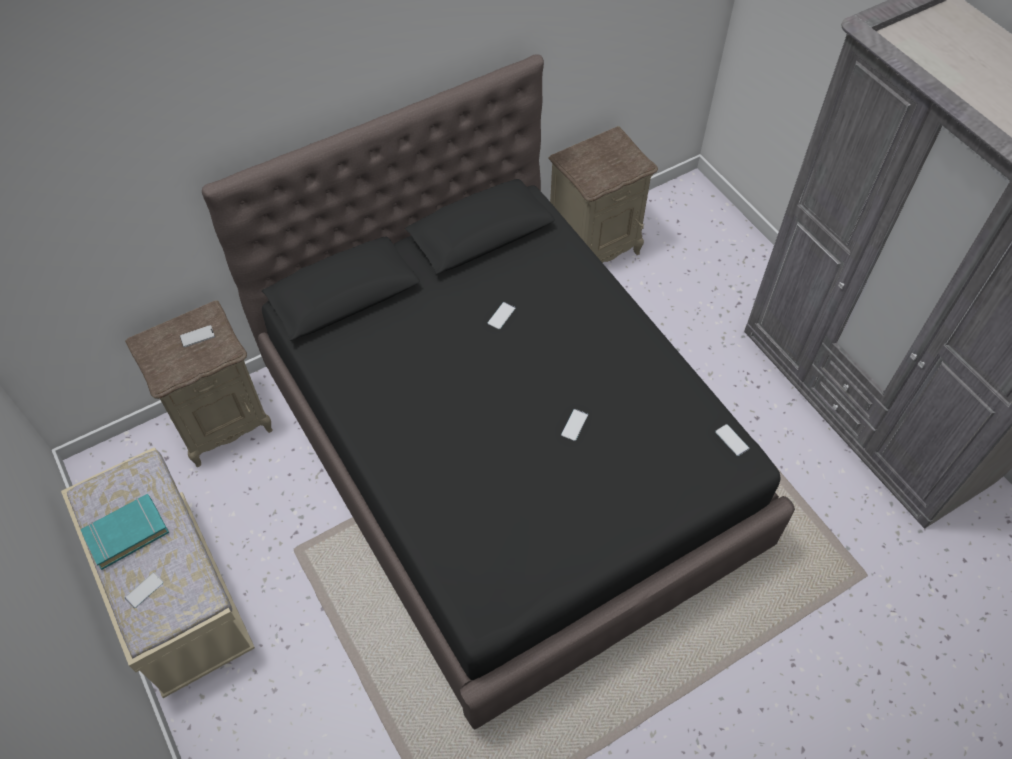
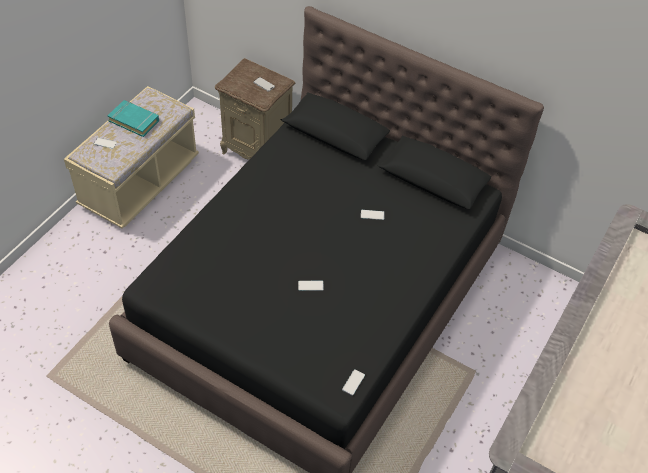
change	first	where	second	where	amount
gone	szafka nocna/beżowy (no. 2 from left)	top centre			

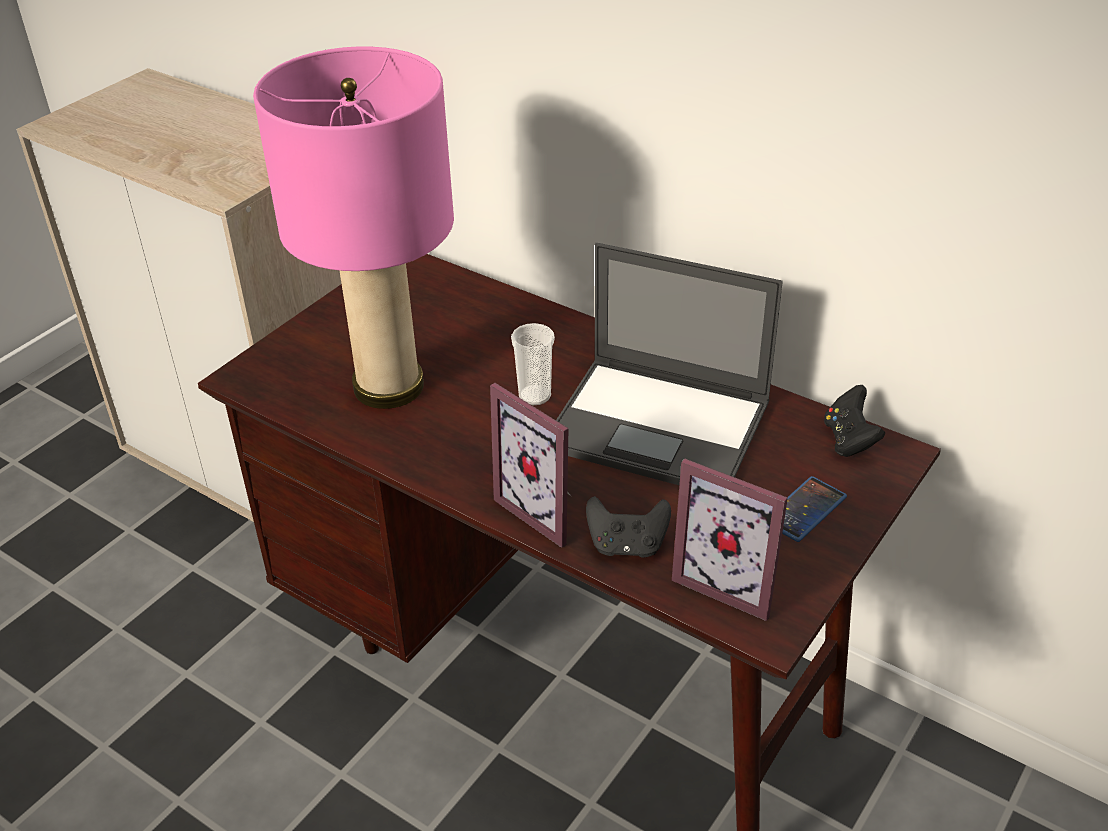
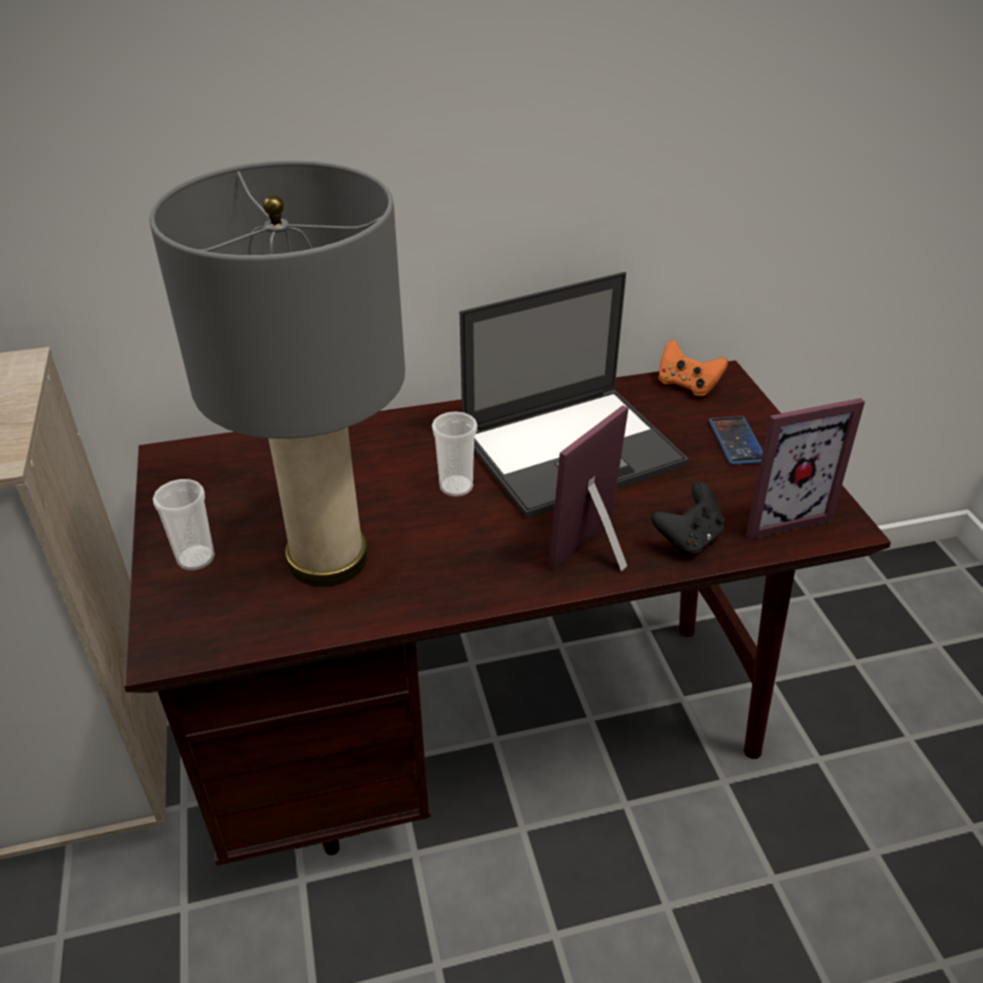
change	first	where	second	where	amount
repainted	lampa stołowa/różowy	top left	lampa stołowa/szary	middle left	
rotated	ramka na zdjęcie (no. 1 from left)	centre		centre	135 degrees clockwise
repainted	pad do gier/czarny (no. 2 from left)	middle right	pad do gier/pomarańczowy	middle right	
new			filiżanka (no. 1 from left)	middle left	

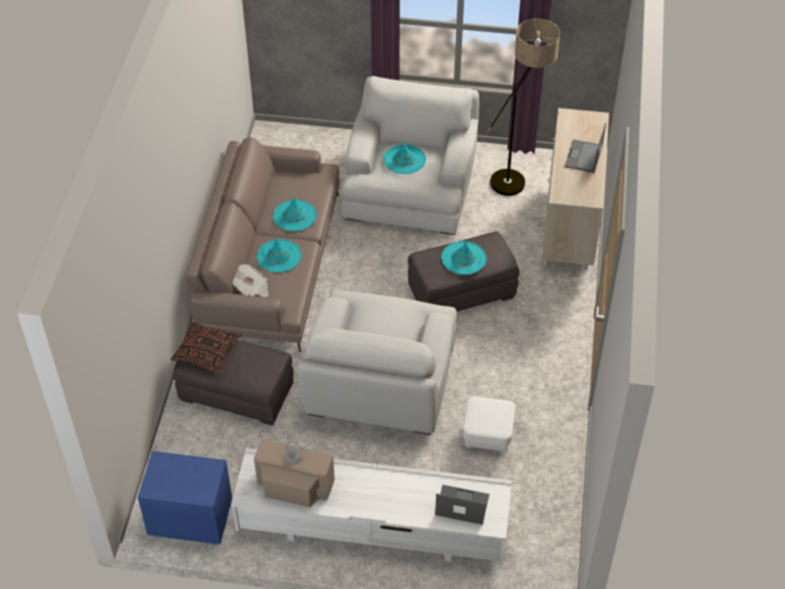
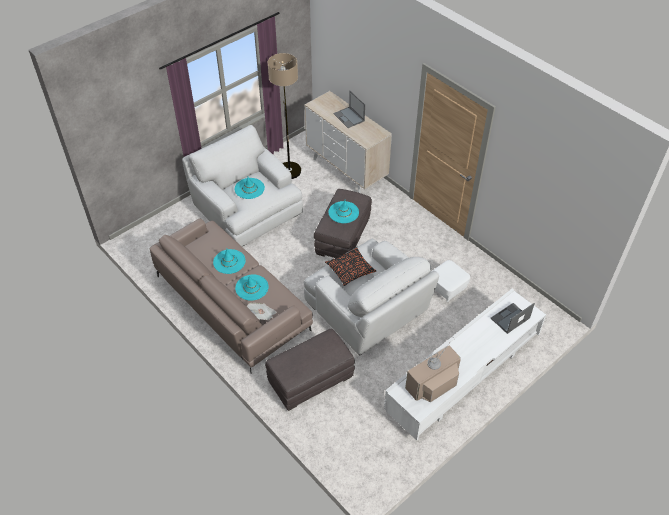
change	first	where	second	where	amount
gone	szafka nocna/niebieski	bottom left			
shifted	poduszka/czarny	middle left		centre	

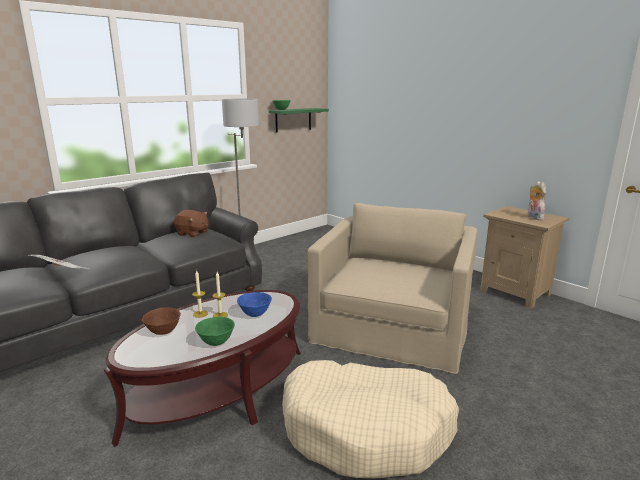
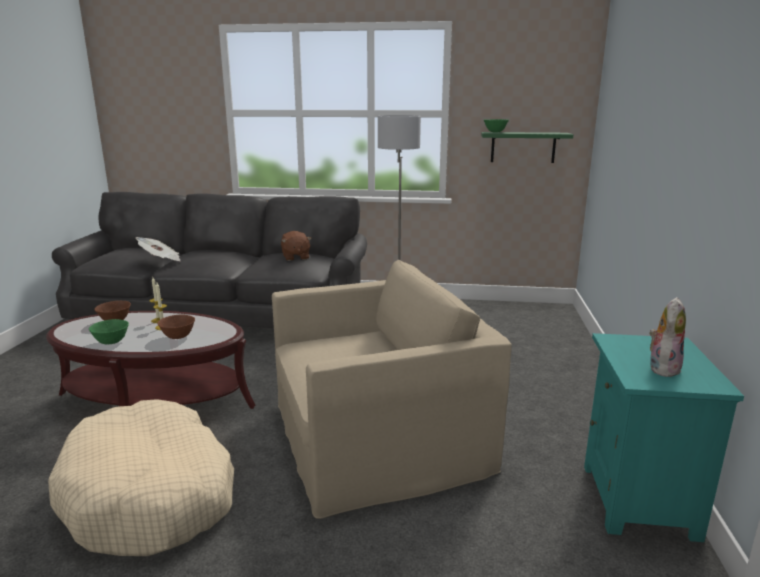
change	first	where	second	where	amount
repainted	miska/niebieski	centre	miska/brązowy (no. 2 from left)	middle left	
repainted	szafka nocna/beżowy	middle right	szafka nocna/turkusowy	bottom right	

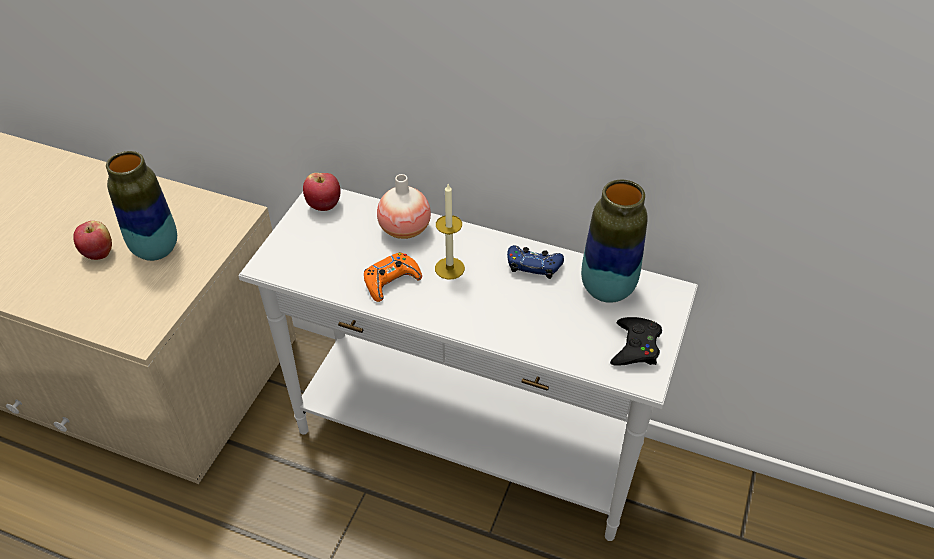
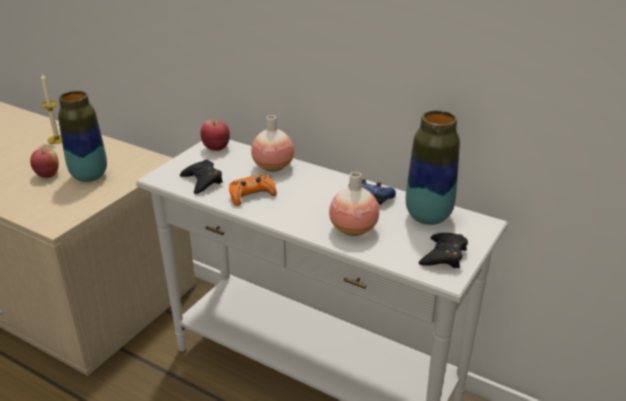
change	first	where	second	where	amount
shifted	świeca	centre		top left	
new			pad do gier/czarny (no. 1 from left)	middle left	
new			wazon (no. 3 from left)	centre	

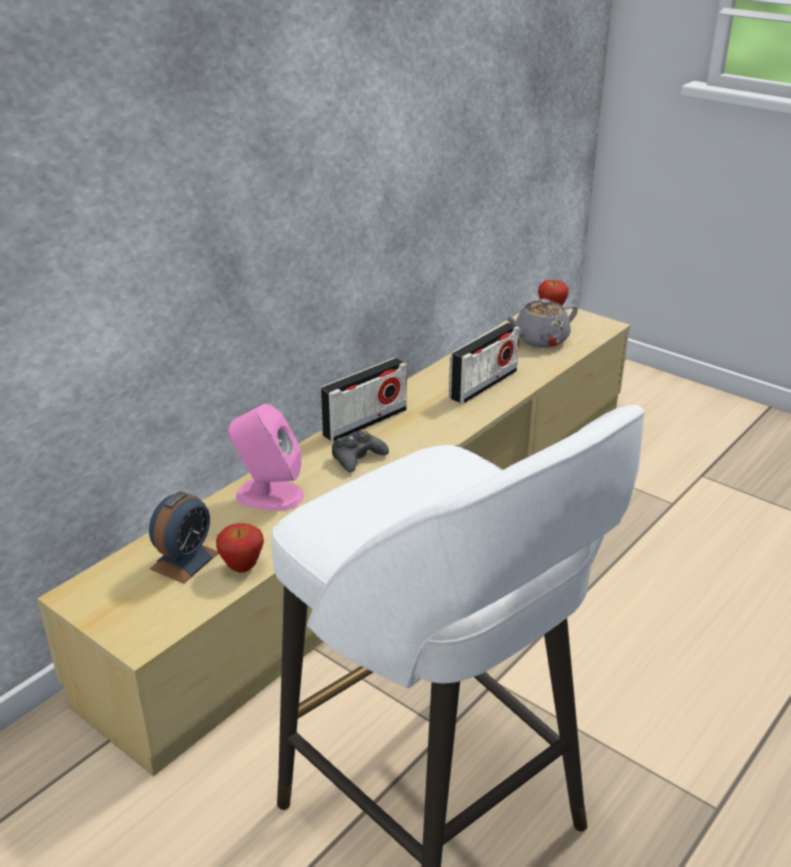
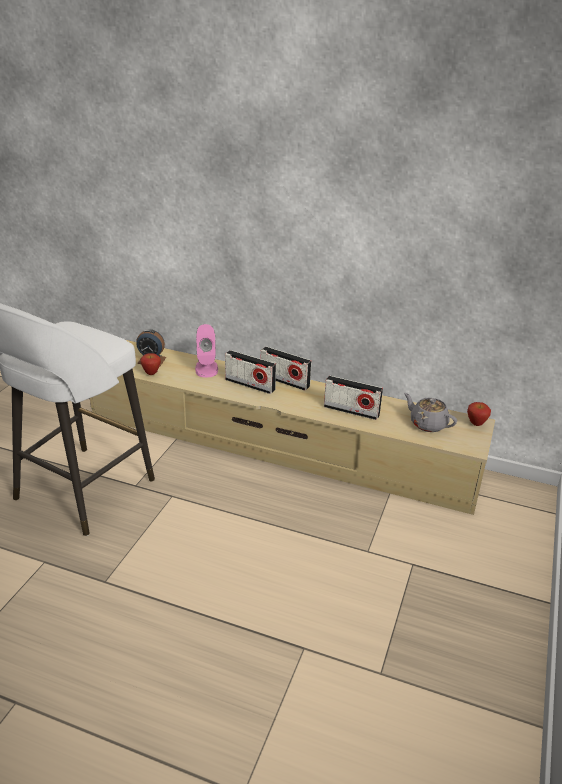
change	first	where	second	where	amount
swapped	pad do gier/czarny	centre	radio (no. 1 from left)	centre	

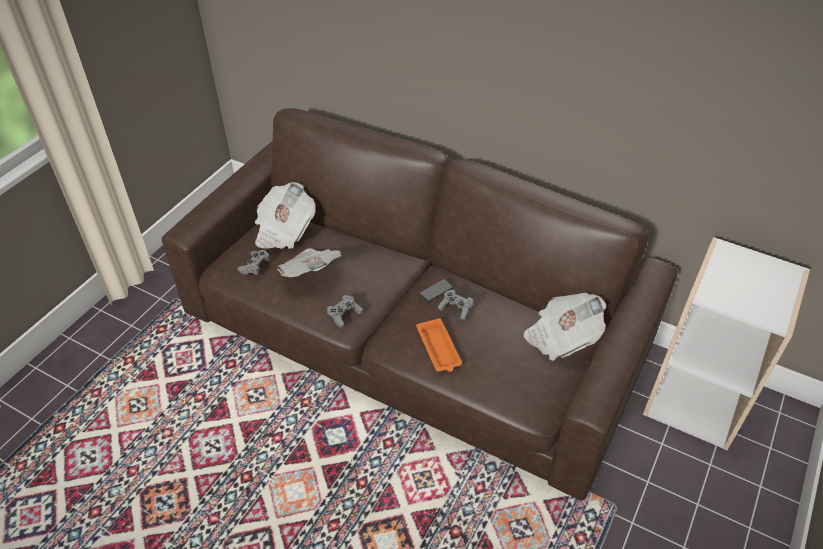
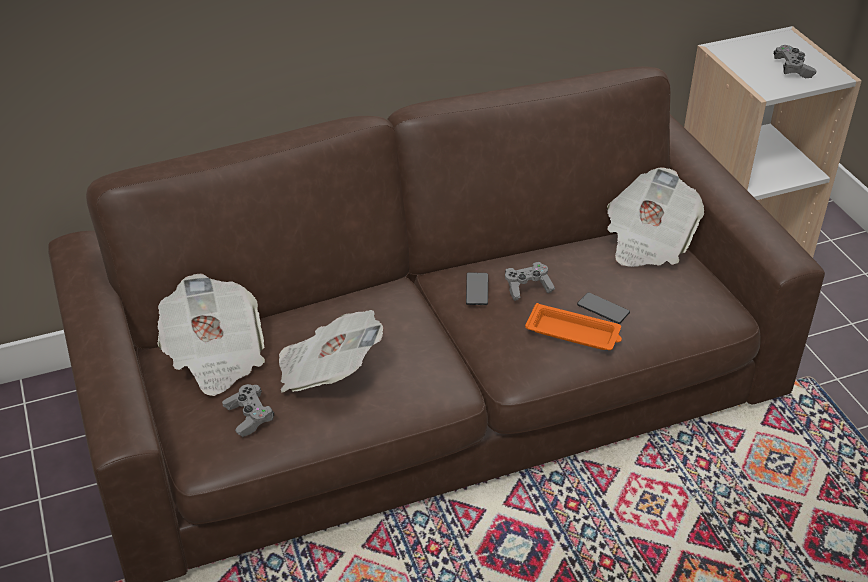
change	first	where	second	where	amount
shifted	pad do gier/szary (no. 2 from left in the first image)	centre	pad do gier/szary (no. 3 from left)	top right	
new			telefon (no. 2 from left)	middle right	

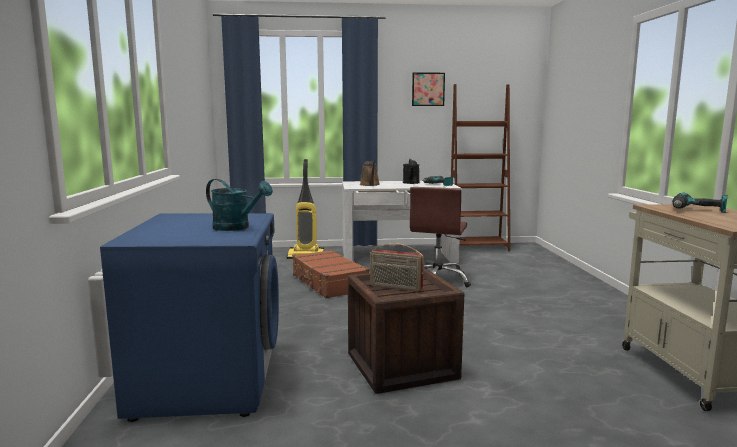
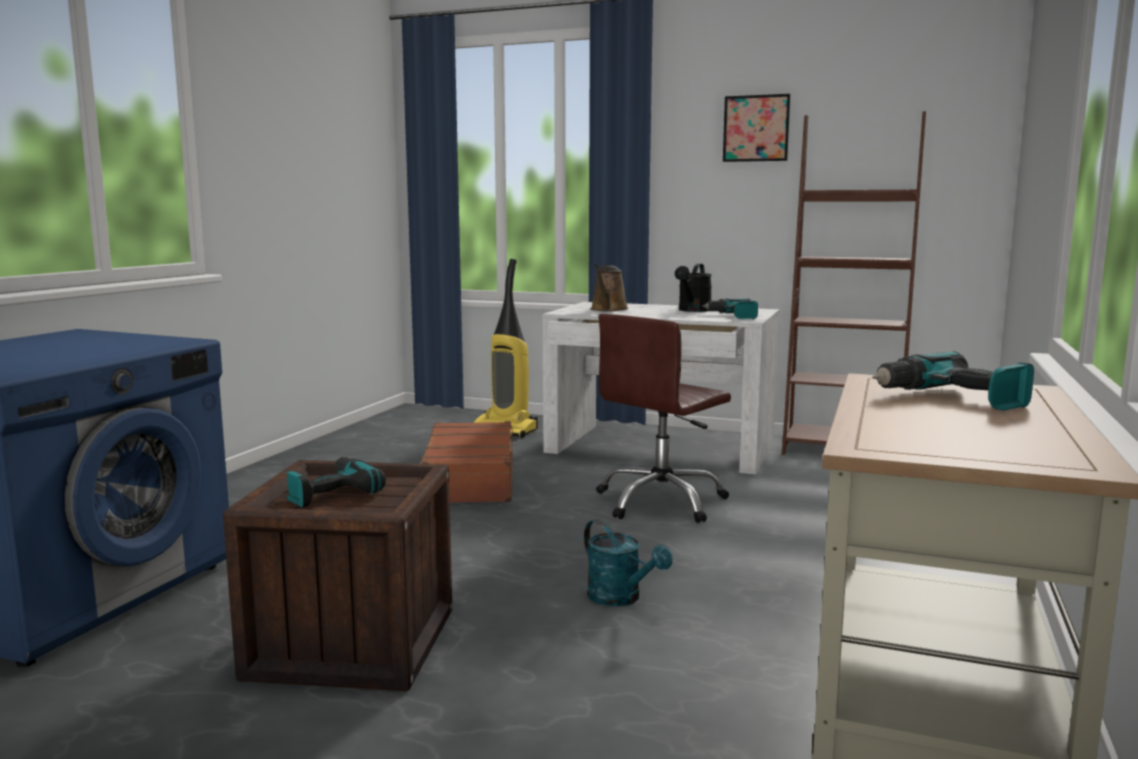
change	first	where	second	where	amount
shifted	konewka/turkusowy	middle left		bottom centre	
swapped	radio	centre	wiertarka (no. 1 from left)	middle left	

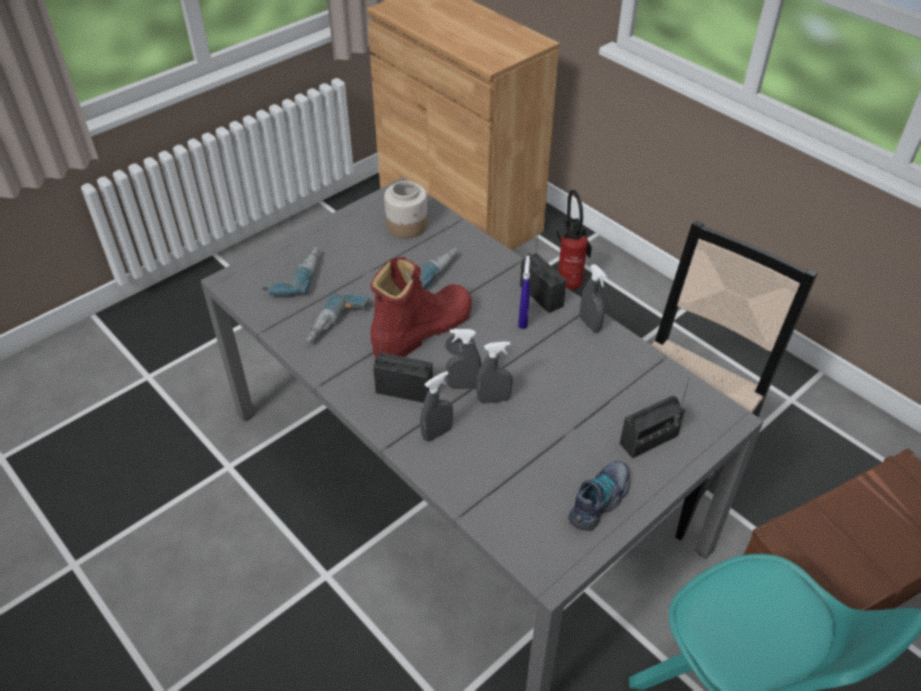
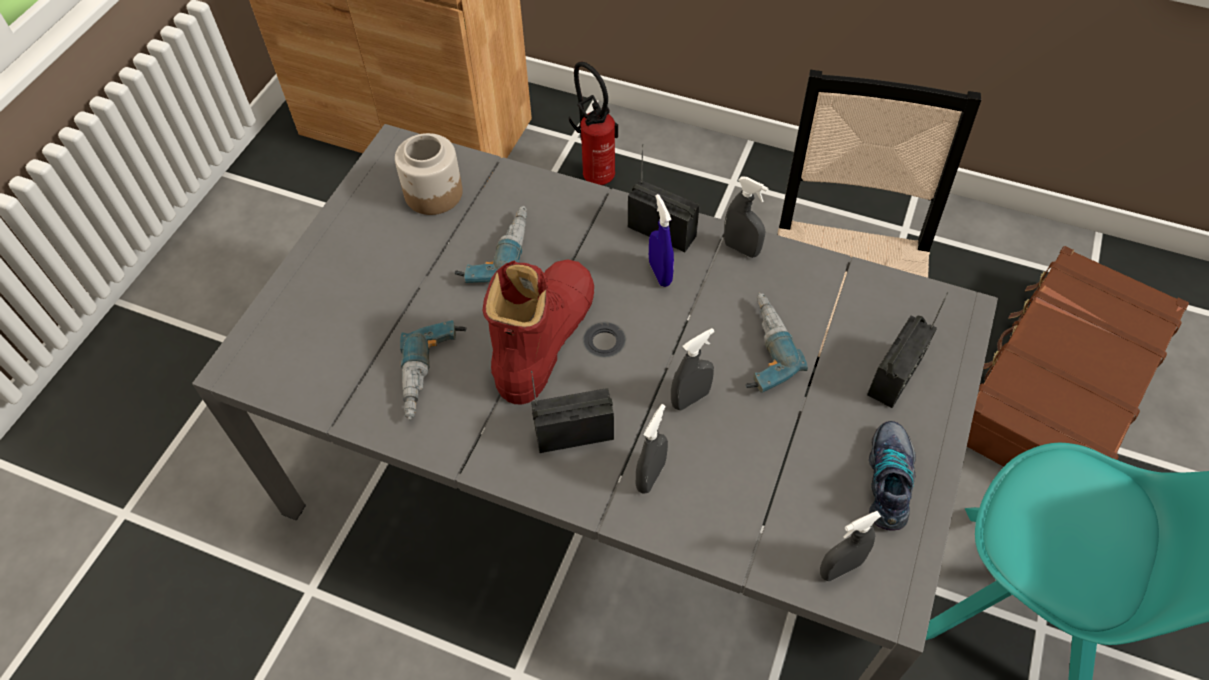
change	first	where	second	where	amount
shifted	wiertarka (no. 1 from left in the first image)	middle left	wiertarka (no. 3 from left)	centre	
shifted	spryskiwacz/szary (no. 2 from left in the first image)	centre	spryskiwacz/szary (no. 4 from left)	bottom right	

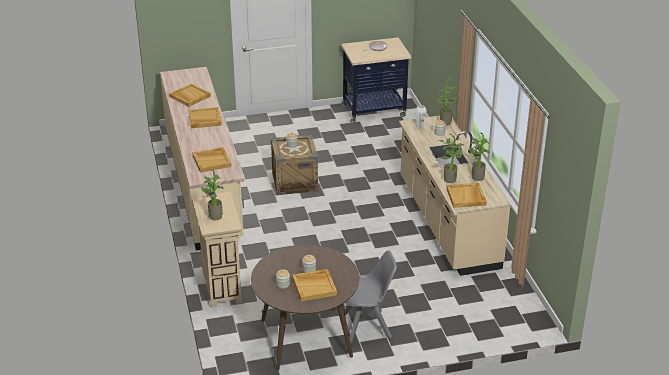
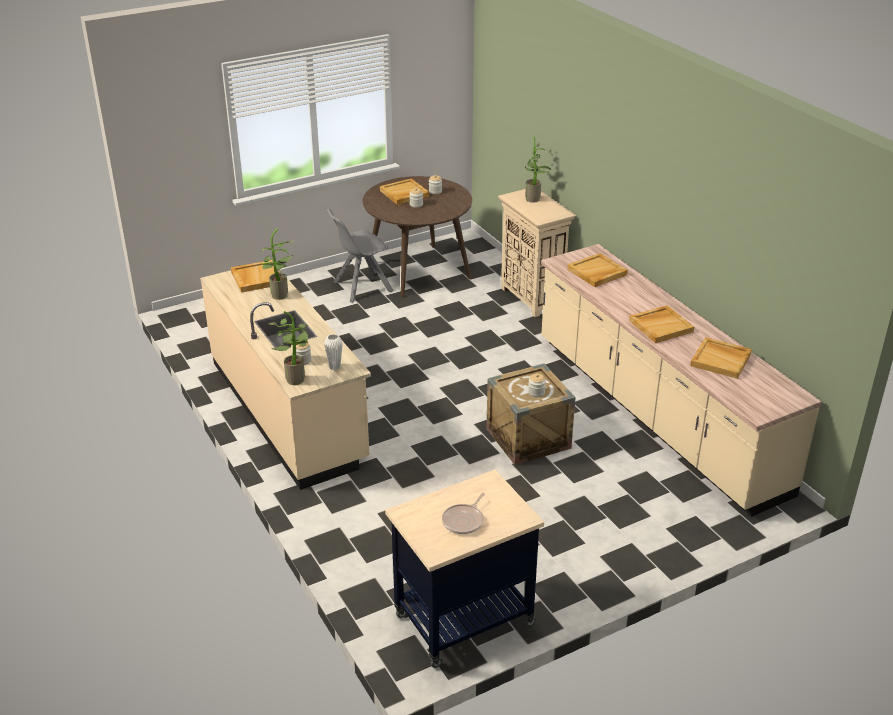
change	first	where	second	where	amount
gone	roślina doniczkowa (no. 4 from left)	middle right			

